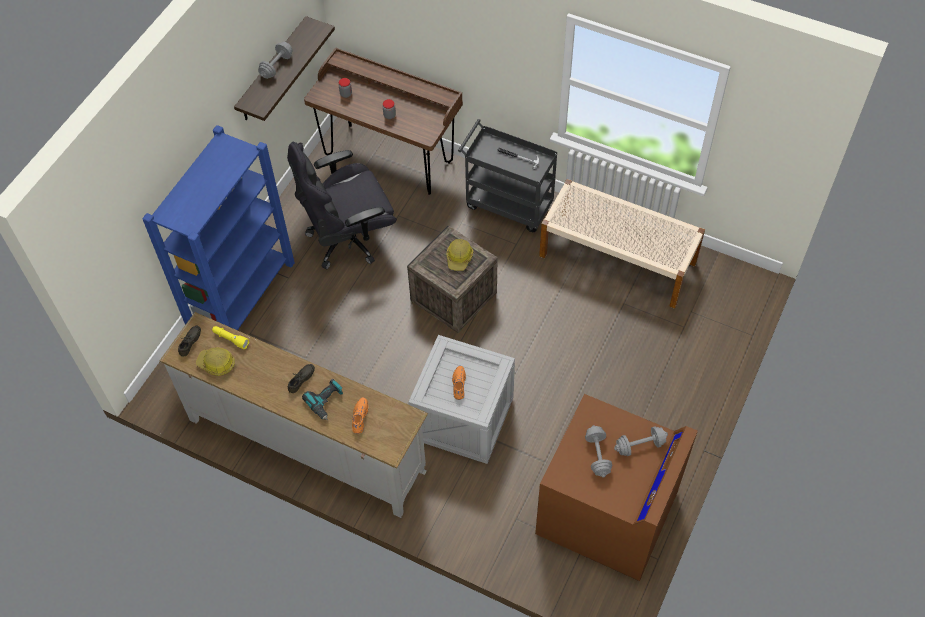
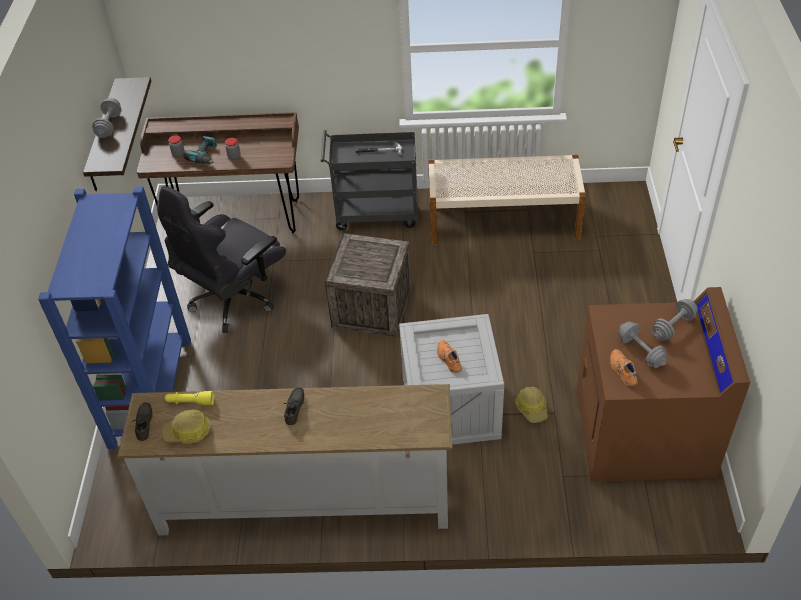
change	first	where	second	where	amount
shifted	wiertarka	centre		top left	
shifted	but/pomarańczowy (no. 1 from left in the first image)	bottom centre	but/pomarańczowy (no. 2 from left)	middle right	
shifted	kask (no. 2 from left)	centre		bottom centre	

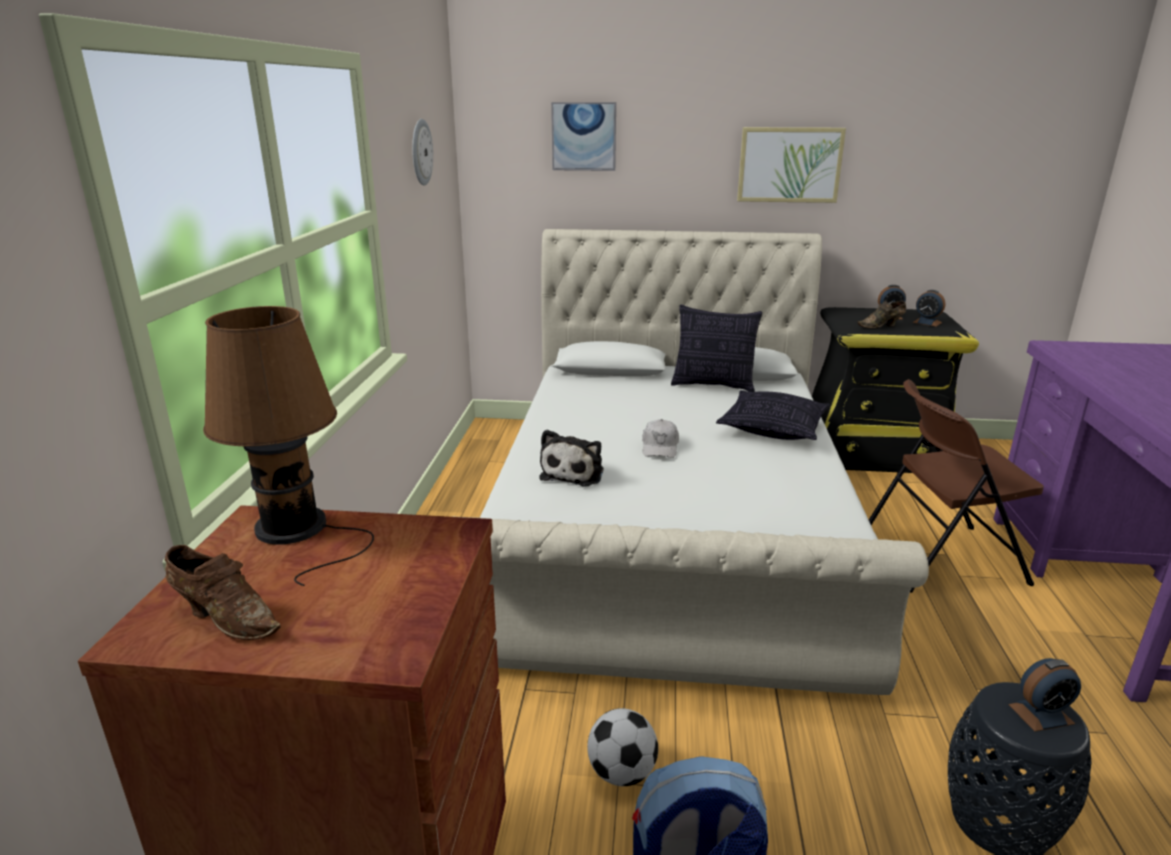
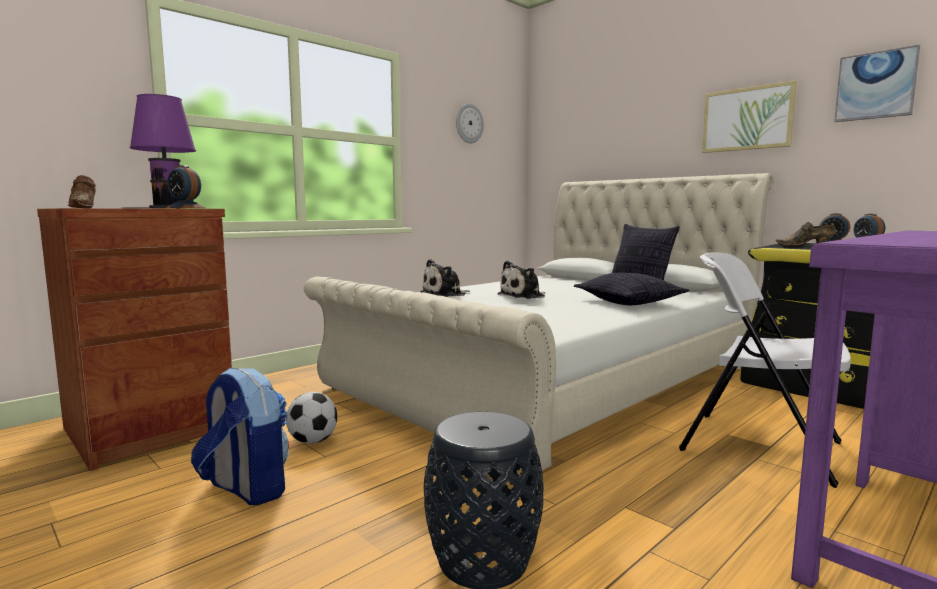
change	first	where	second	where	amount
repainted	lampa stołowa/brązowy	middle left	lampa stołowa/fioletowy	top left	
shifted	obraz (no. 1 from left in the first image)	top centre	obraz (no. 2 from left)	top right	
swapped	czapka z daszkiem/biały	centre	pluszak (no. 2 from left)	centre	
repainted	krzesło/brązowy	middle right	krzesło/biały	middle right	
shifted	budzik (no. 3 from left in the first image)	bottom right	budzik (no. 1 from left)	top left	

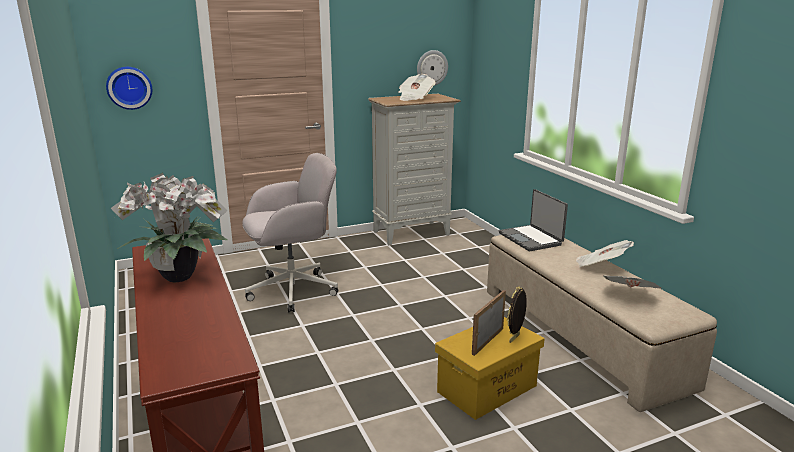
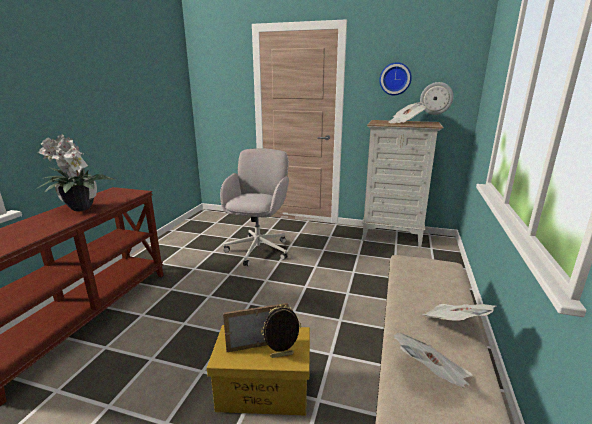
change	first	where	second	where	amount
shifted	zegar ścienny (no. 1 from left)	top left		top right	
rotated	krzesło biurowe/szary	centre		centre	90 degrees counterclockwise
gone	laptop	middle right			

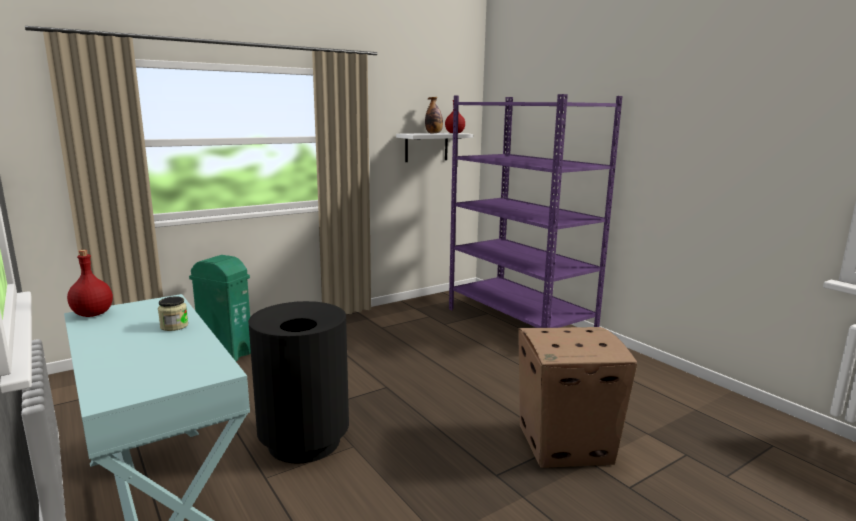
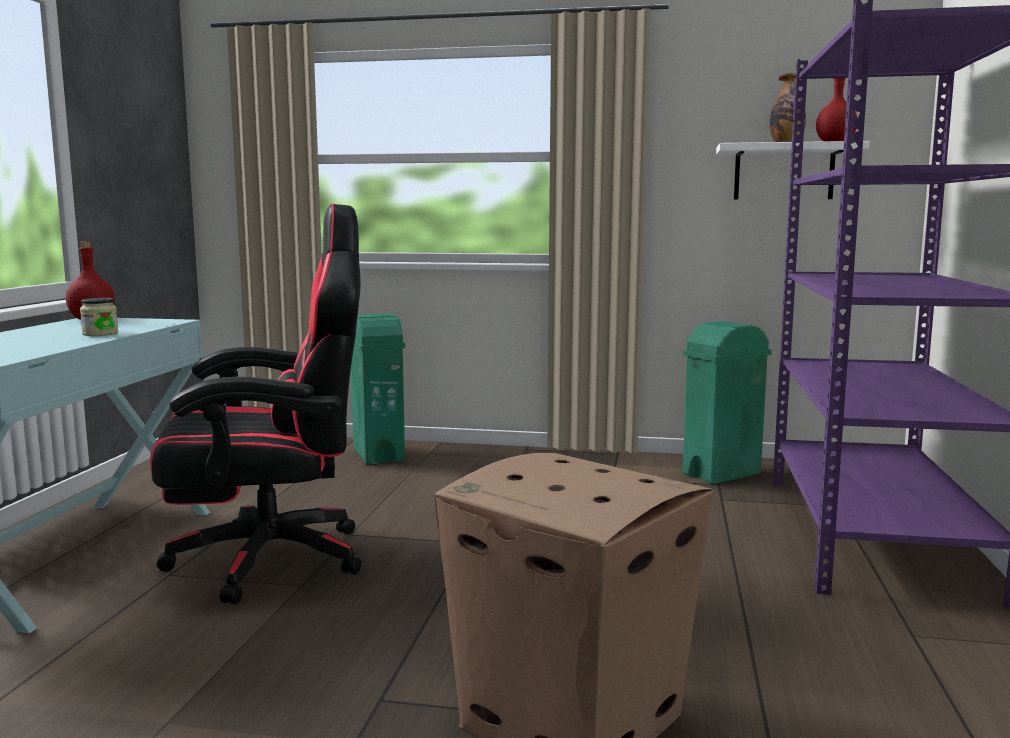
change	first	where	second	where	amount
swapped	kosz na śmieci/czarny	bottom centre	krzesło biurowe/czarny	middle left	
new			kosz na śmieci/zielony (no. 2 from left)	middle right	

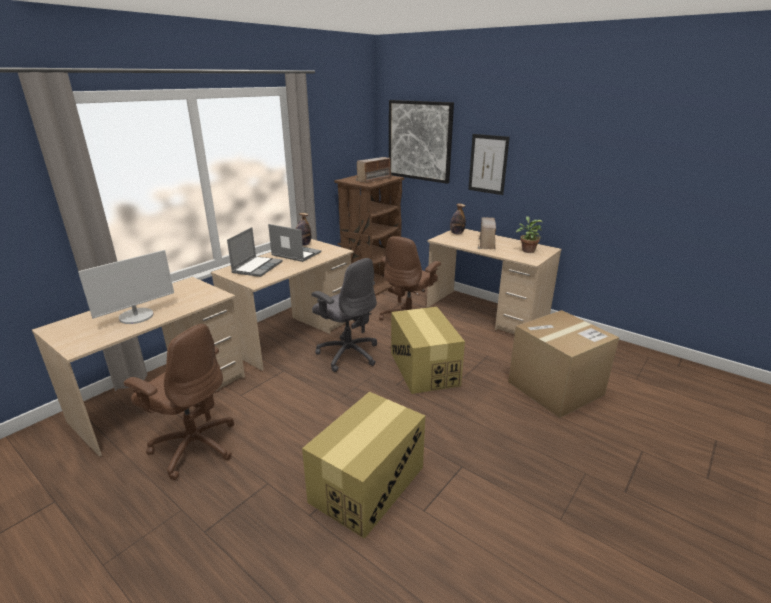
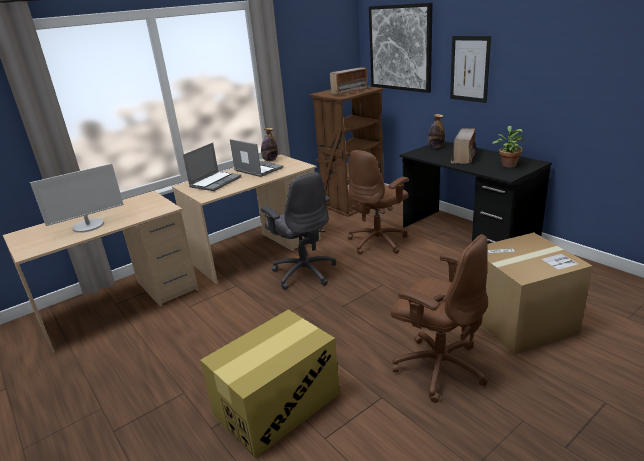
change	first	where	second	where	amount
shifted	krzesło biurowe/brązowy (no. 1 from left in the first image)	bottom left	krzesło biurowe/brązowy (no. 2 from left)	bottom right	
gone	karton (no. 2 from left)	centre			
repainted	biurko/beżowy (no. 3 from left)	centre	biurko/czarny	middle right	

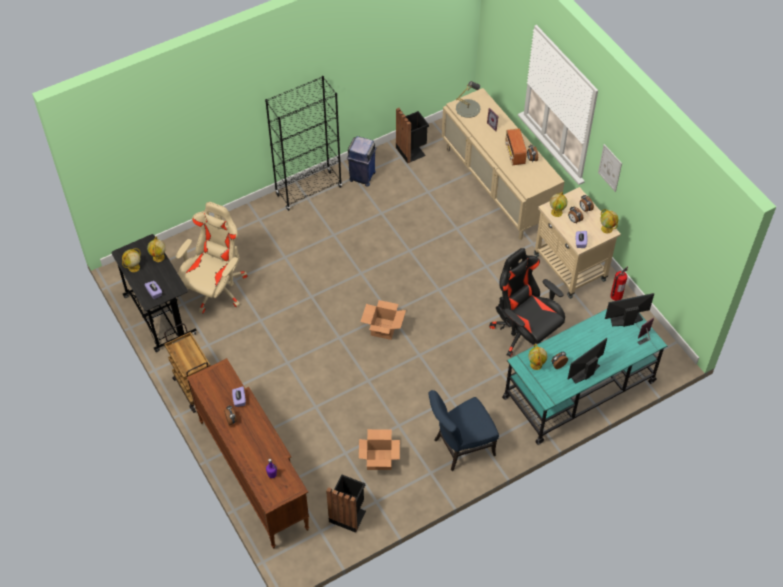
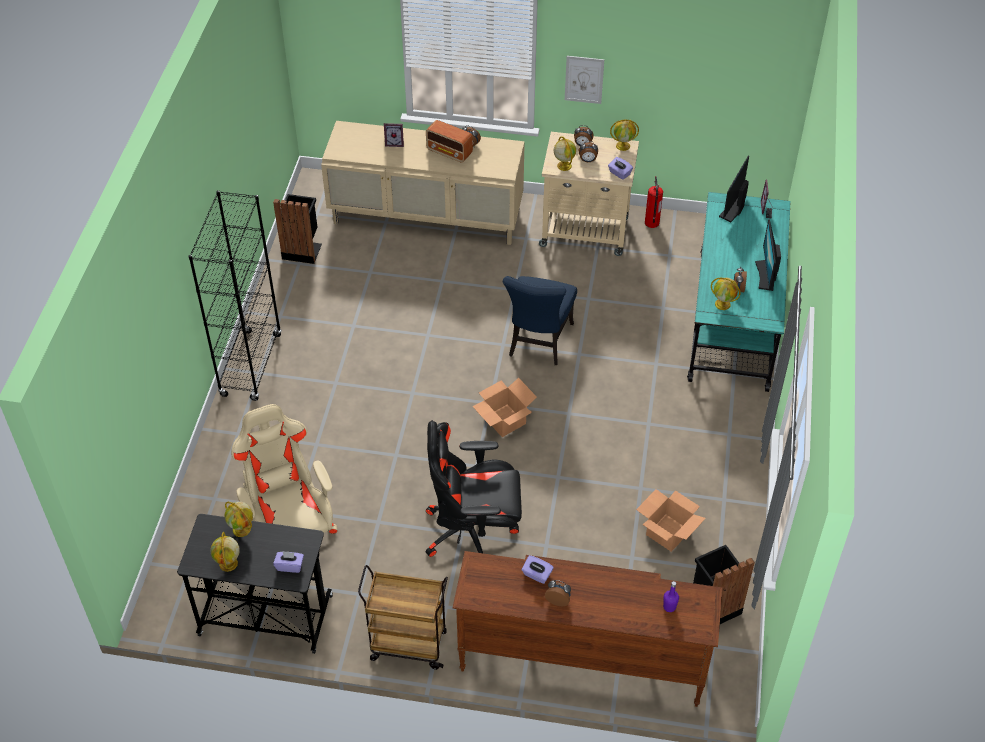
change	first	where	second	where	amount
gone	kosz na śmieci/niebieski	top centre			
shifted	krzesło/niebieski	bottom centre		centre	
gone	lampa stołowa/szary	top centre			
shifted	krzesło biurowe/czarny	middle right		centre	

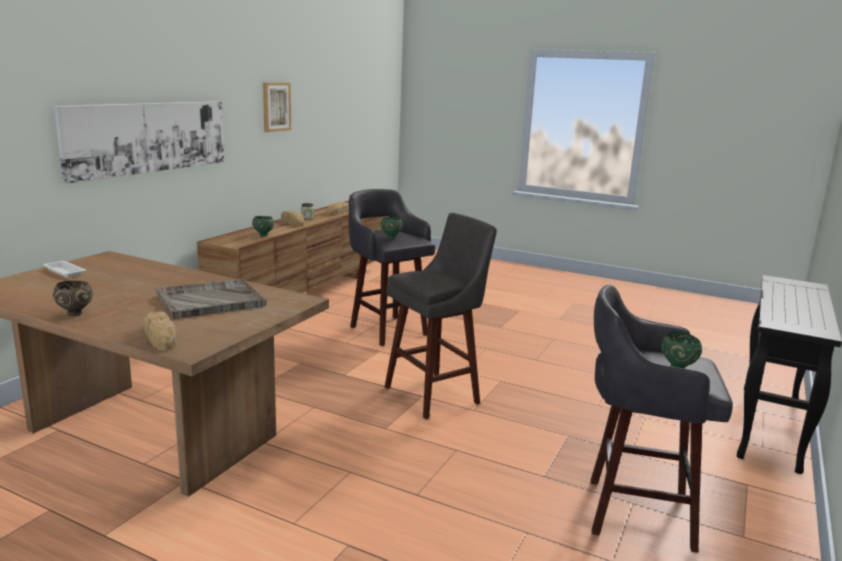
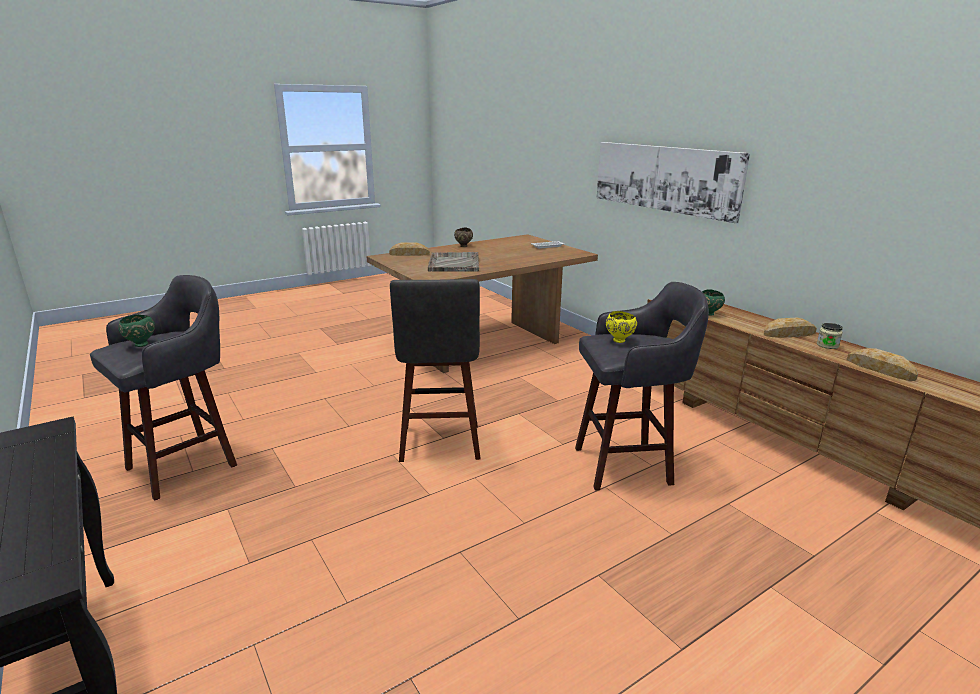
change	first	where	second	where	amount
gone	obraz (no. 2 from left)	top left			
repainted	miska/zielony (no. 2 from left)	centre	miska/żółty	centre	

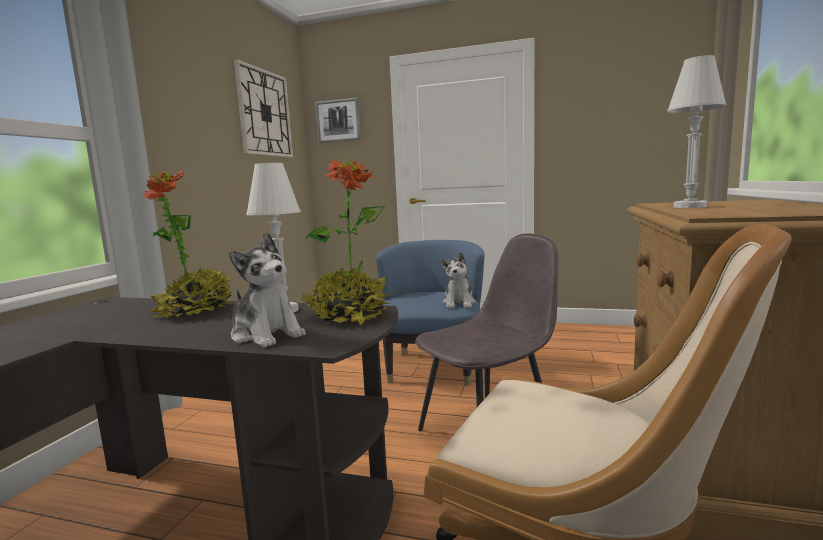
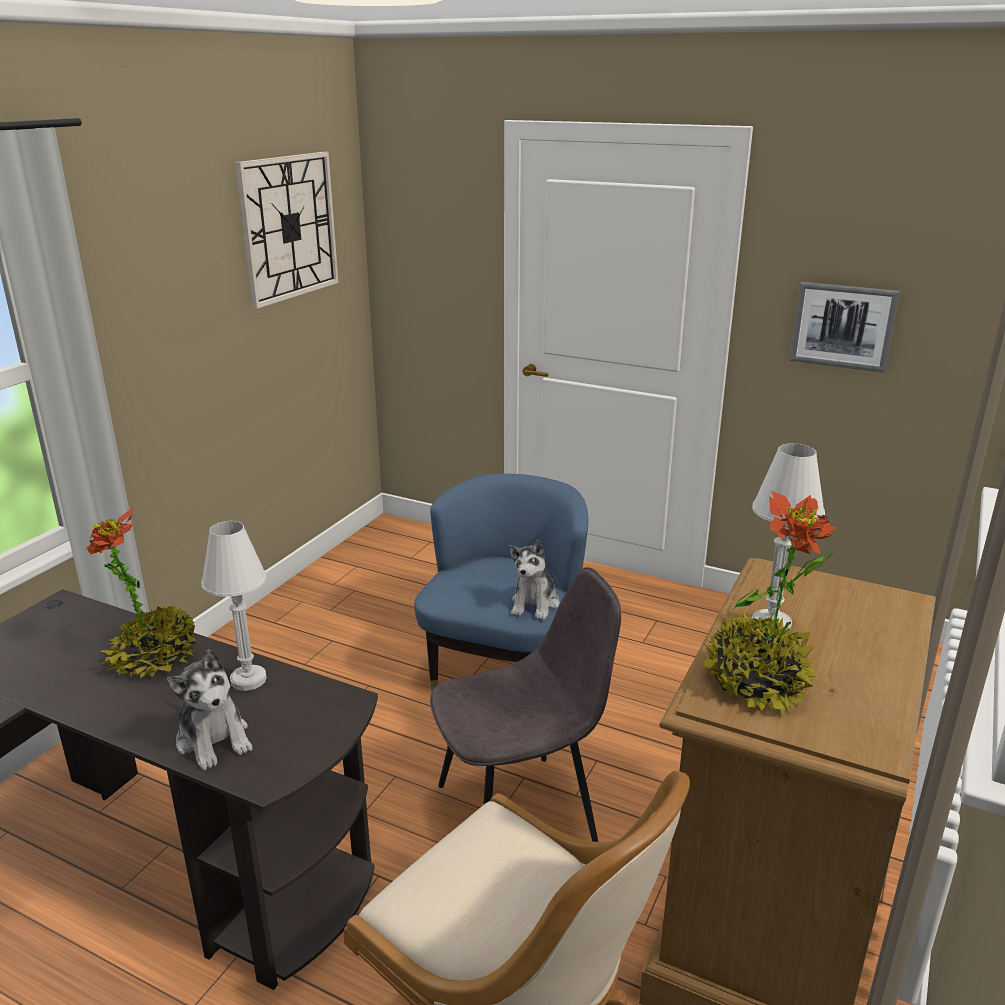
change	first	where	second	where	amount
shifted	roślina doniczkowa (no. 2 from left)	centre		middle right	
shifted	obraz	top centre		top right	

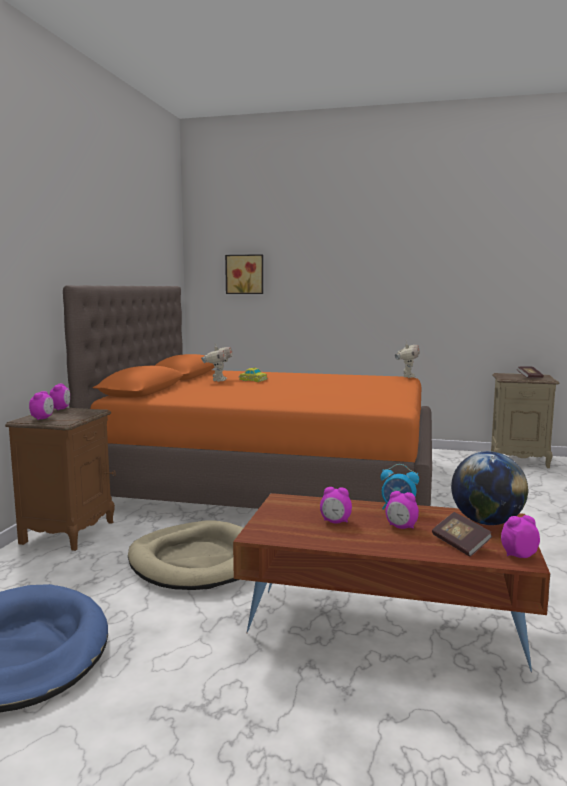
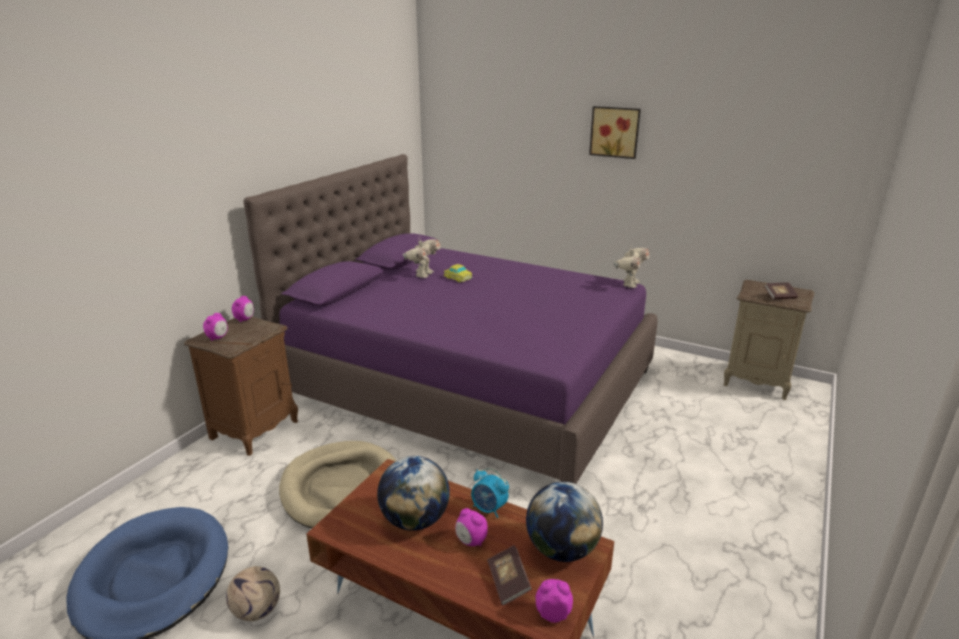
change	first	where	second	where	amount
repainted	łóżko/pomarańczowy	centre	łóżko/fioletowy	centre	
shifted	obraz	centre		top centre	
swapped	budzik (no. 3 from left)	centre	globus (no. 1 from left)	bottom centre	
new			piłka futbolowa	bottom left	

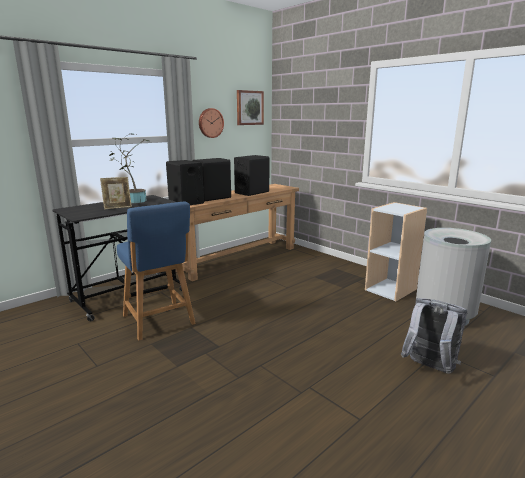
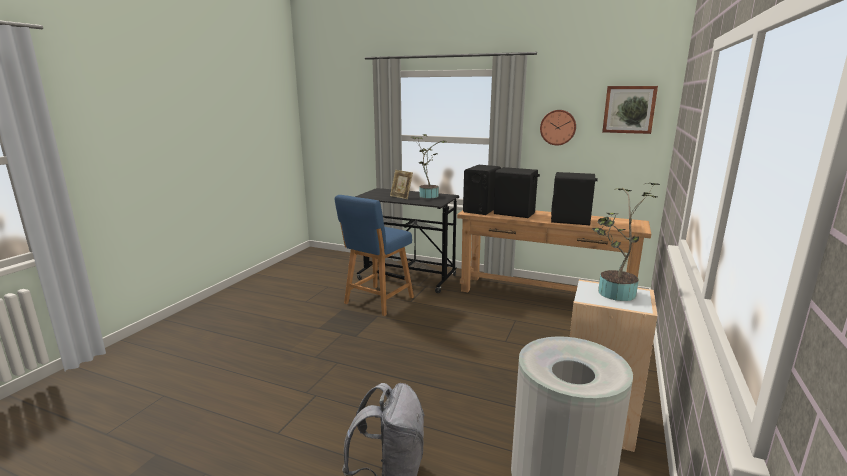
change	first	where	second	where	amount
new			roślina doniczkowa (no. 2 from left)	middle right	

